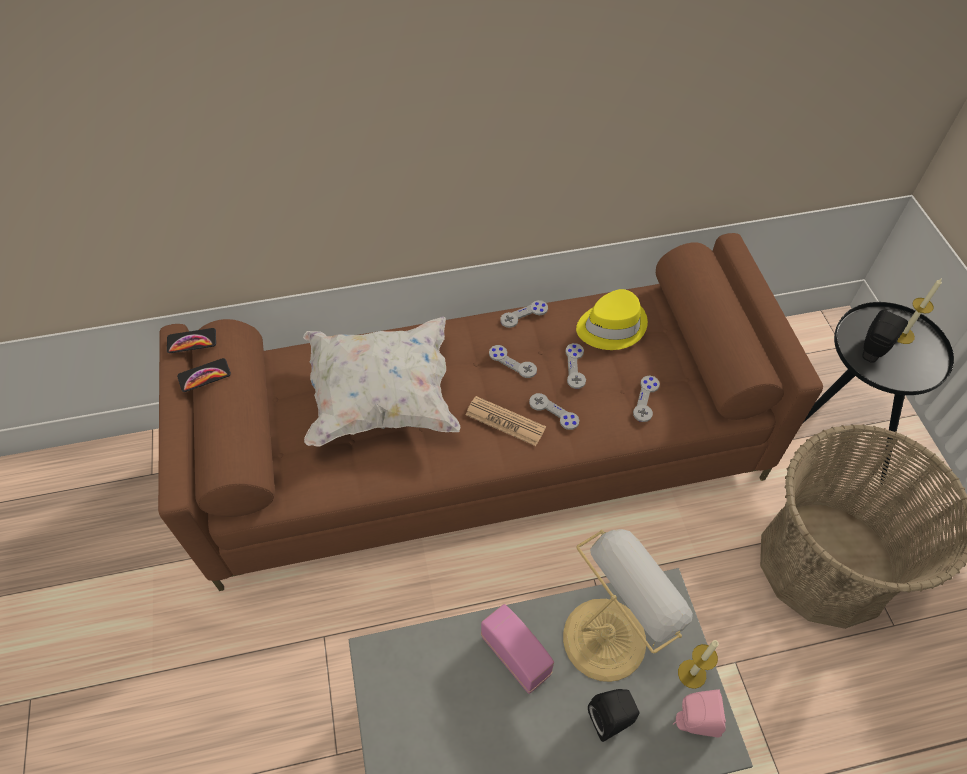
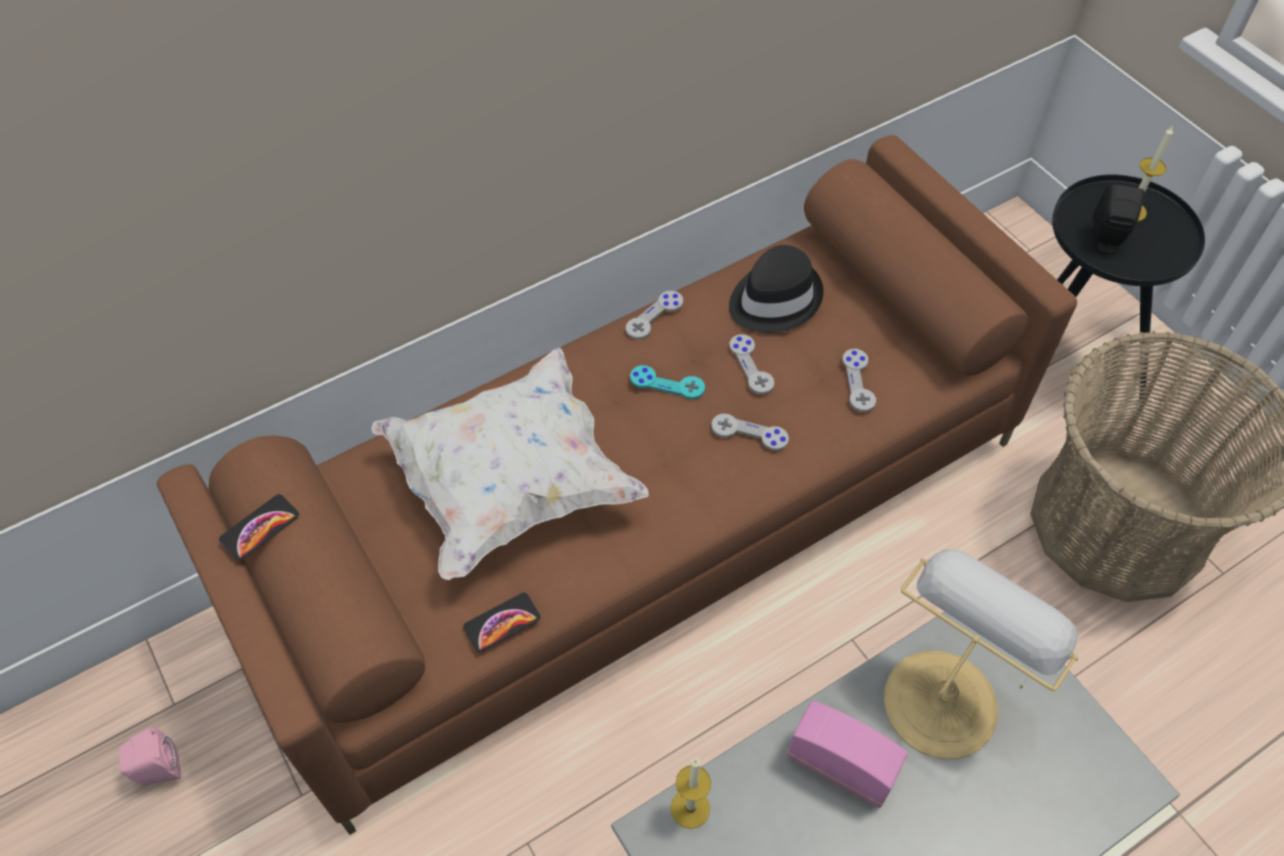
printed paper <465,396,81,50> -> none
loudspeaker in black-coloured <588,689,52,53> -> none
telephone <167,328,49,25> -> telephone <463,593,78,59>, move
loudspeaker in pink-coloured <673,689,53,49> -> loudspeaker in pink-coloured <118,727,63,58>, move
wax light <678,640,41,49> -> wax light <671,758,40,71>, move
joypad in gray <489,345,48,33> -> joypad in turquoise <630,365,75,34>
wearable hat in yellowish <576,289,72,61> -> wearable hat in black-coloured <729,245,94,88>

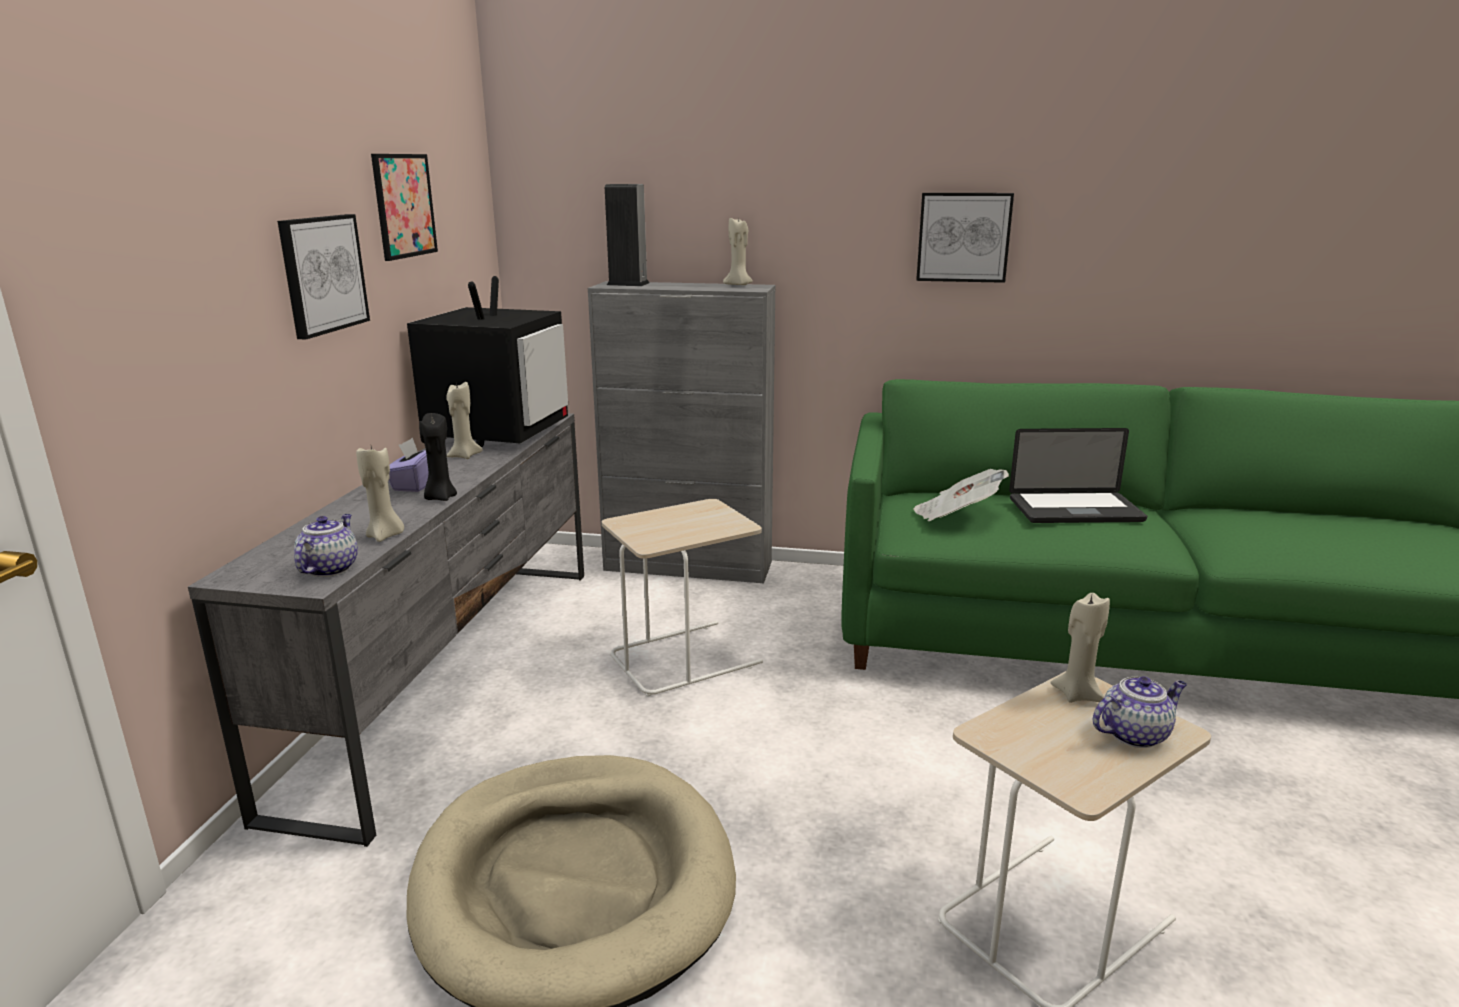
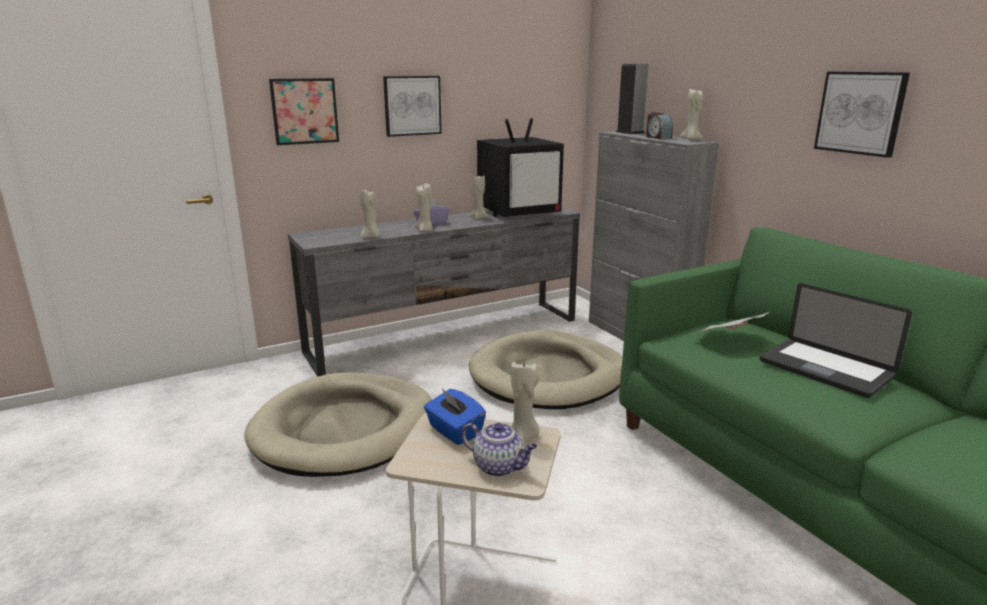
tea pot <294,514,64,63> -> none
none -> box of tissues in blue-coloured <424,389,62,56>
none -> alarm clock <646,112,27,27>
wall picture <371,154,67,107> -> wall picture <269,78,70,67>, move
accent table in beige <602,499,161,197> -> dog bed in beige <469,330,154,79>
wax light in black-coloured <419,413,38,88> -> wax light in beige <415,183,18,48>

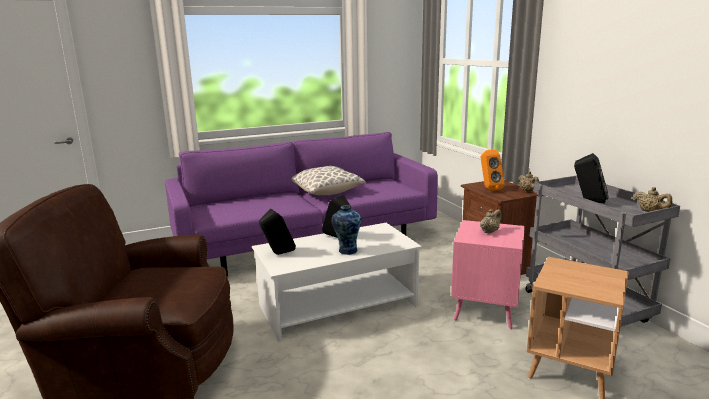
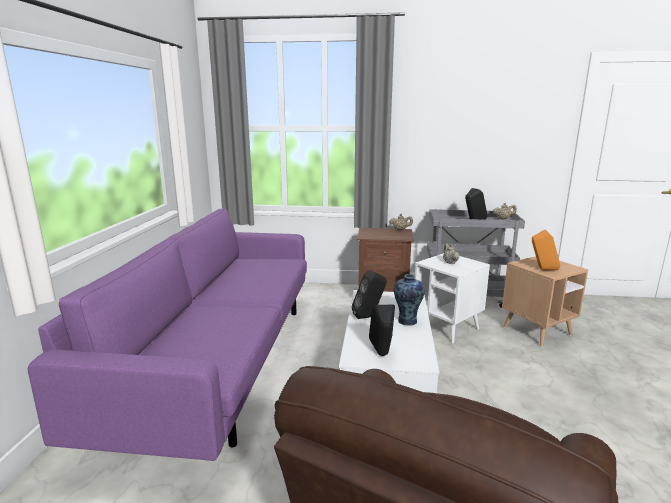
cushion <291,166,75,29> -> none
loudspeaker in orangey <481,150,24,41> -> loudspeaker in orangey <532,230,28,40>, move
accent table in pink-coloured <451,220,74,110> -> accent table in white-coloured <414,253,76,90>

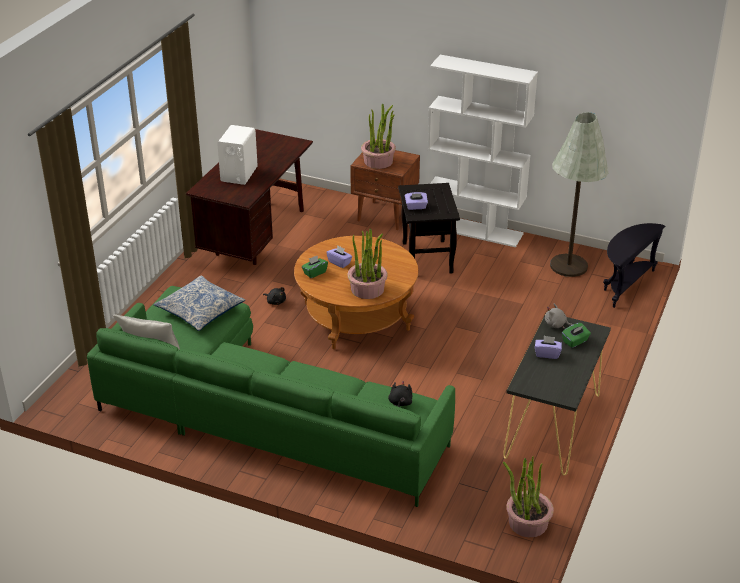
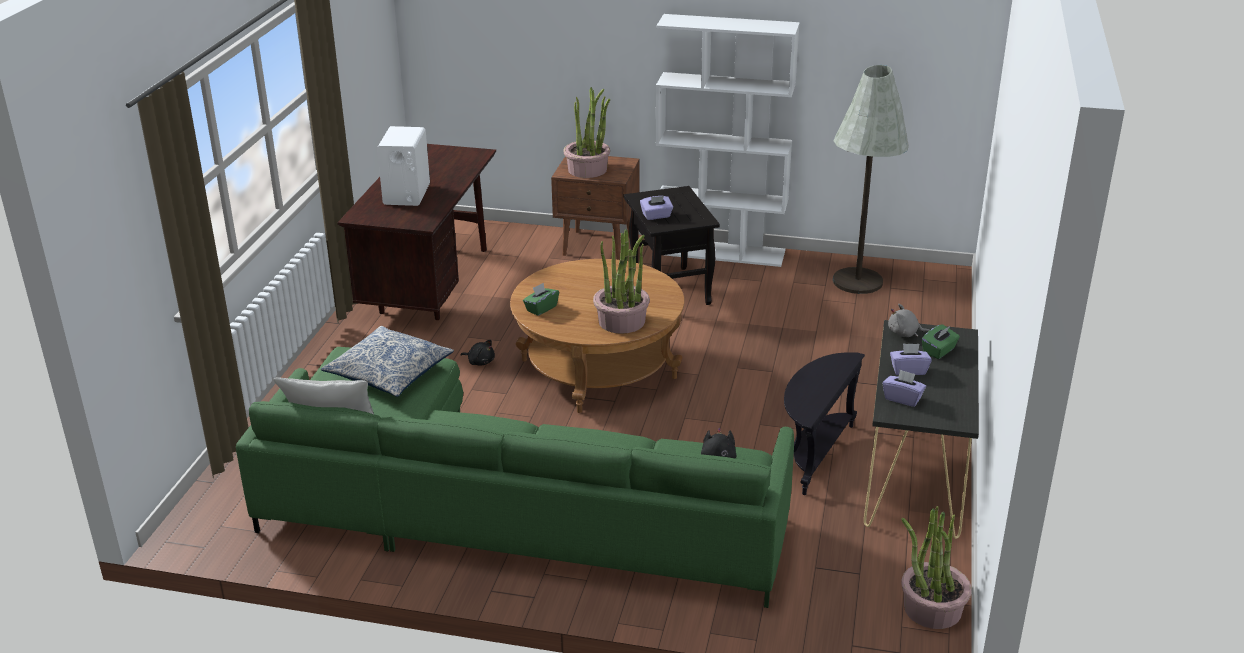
box of tissues in purplish <326,245,26,23> -> box of tissues in purplish <883,370,43,37>, move
accent table in black-coloured <603,223,62,85> -> accent table in black-coloured <784,352,81,143>, move

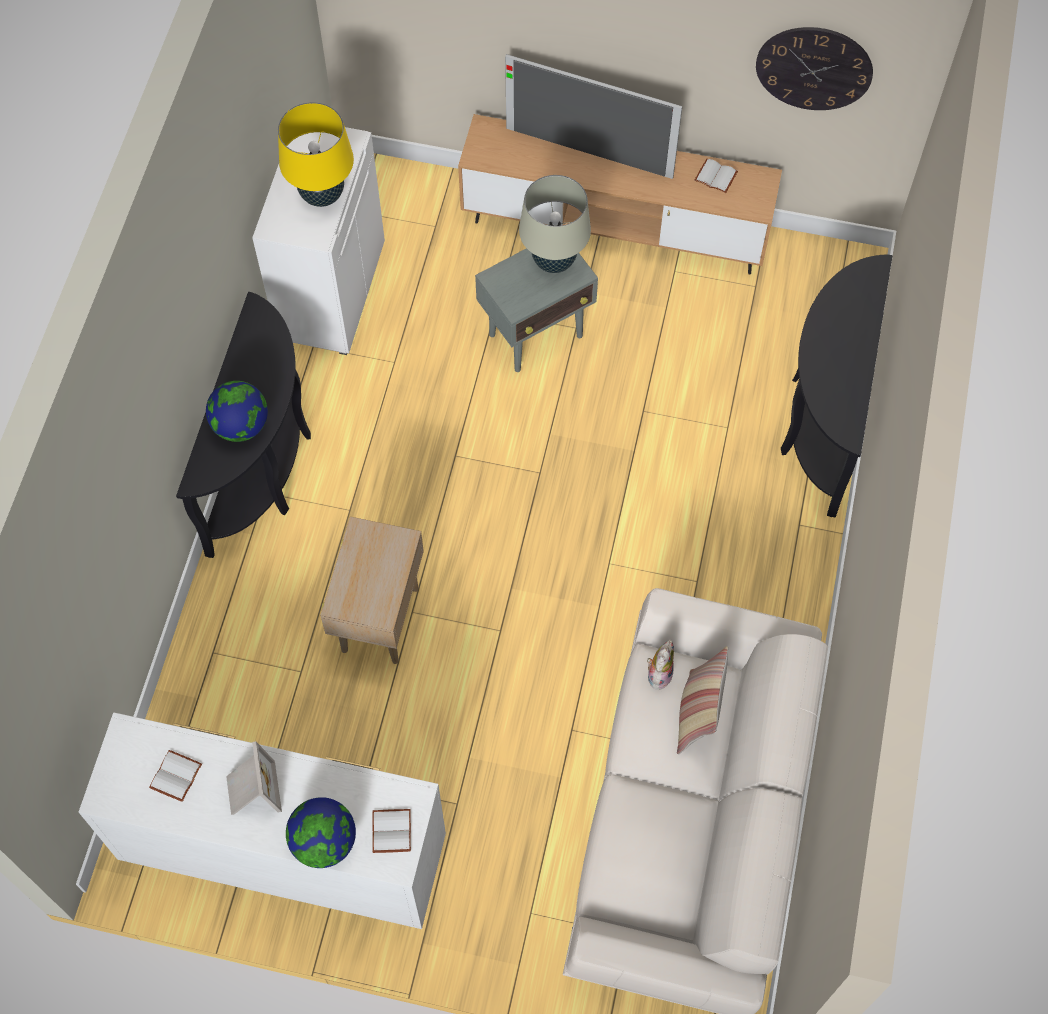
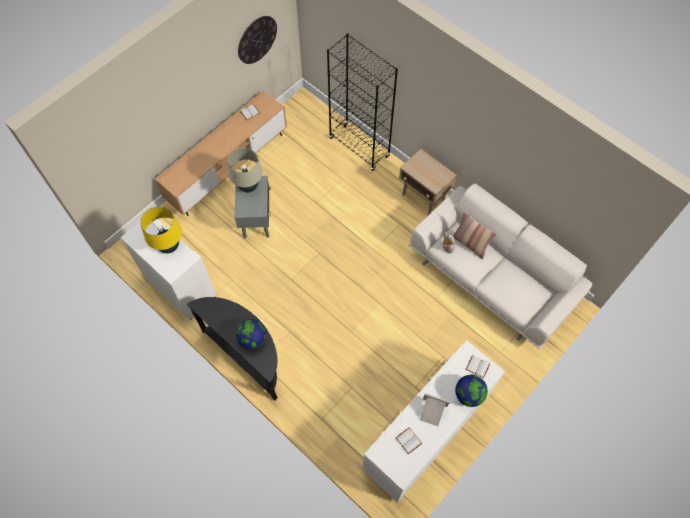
TV <505,54,177,125> -> none
accent table in beige <320,517,104,147> -> accent table in beige <399,148,57,67>, move
hall table in black-coloured <781,254,111,264> -> bookcase in black-coloured <327,33,71,138>

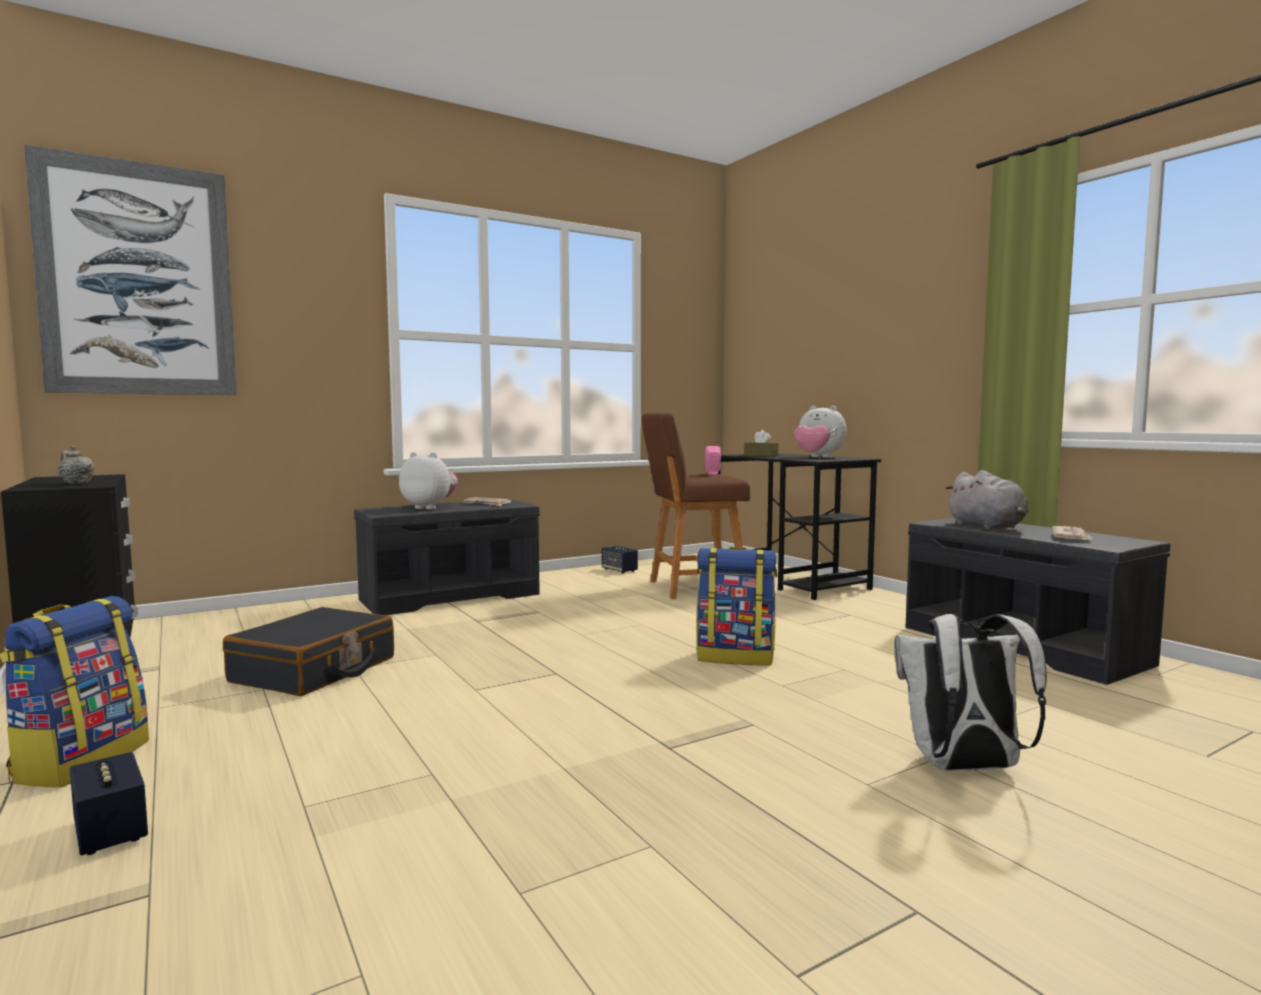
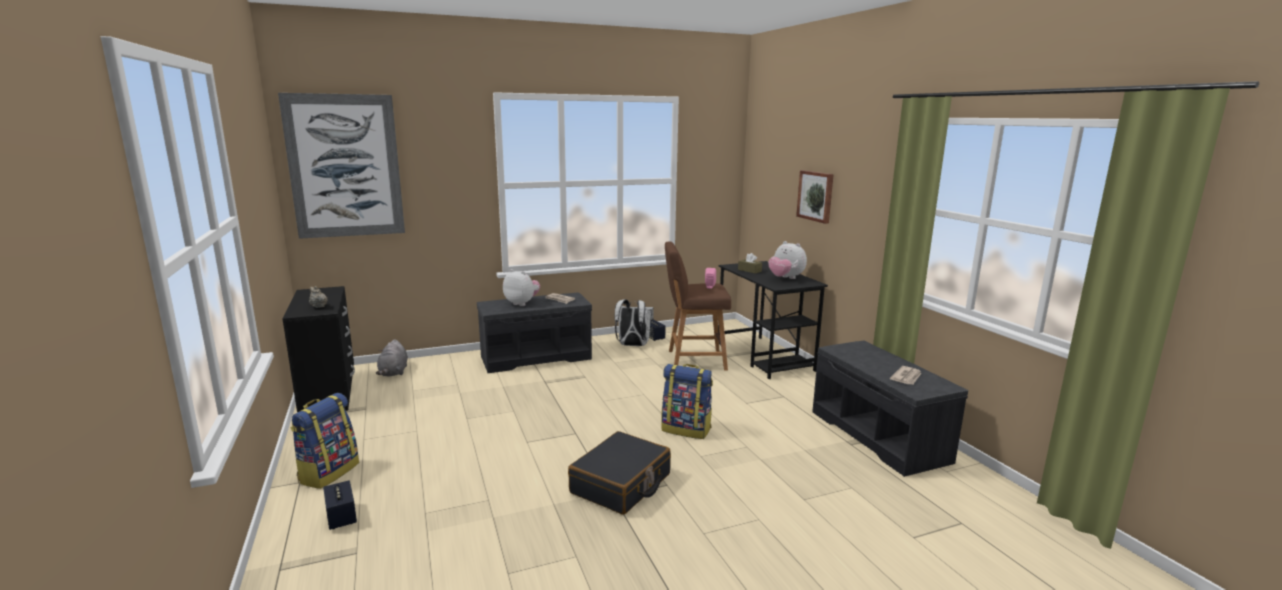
none -> wall picture <796,170,38,54>
suitcase in black-coloured <223,607,171,89> -> suitcase in black-coloured <568,431,103,84>, move
rucksack in white-coloured <894,614,153,157> -> rucksack in white-coloured <614,299,40,47>, move
plush toy in gray <945,470,84,60> -> plush toy in gray <376,339,32,37>, move

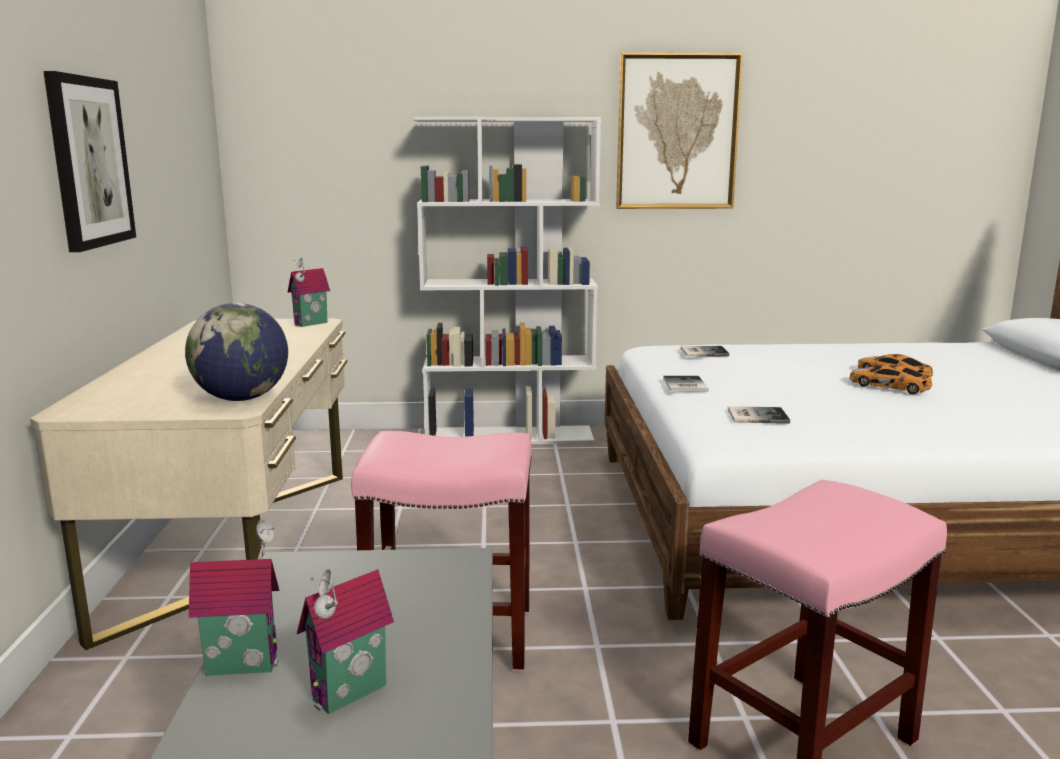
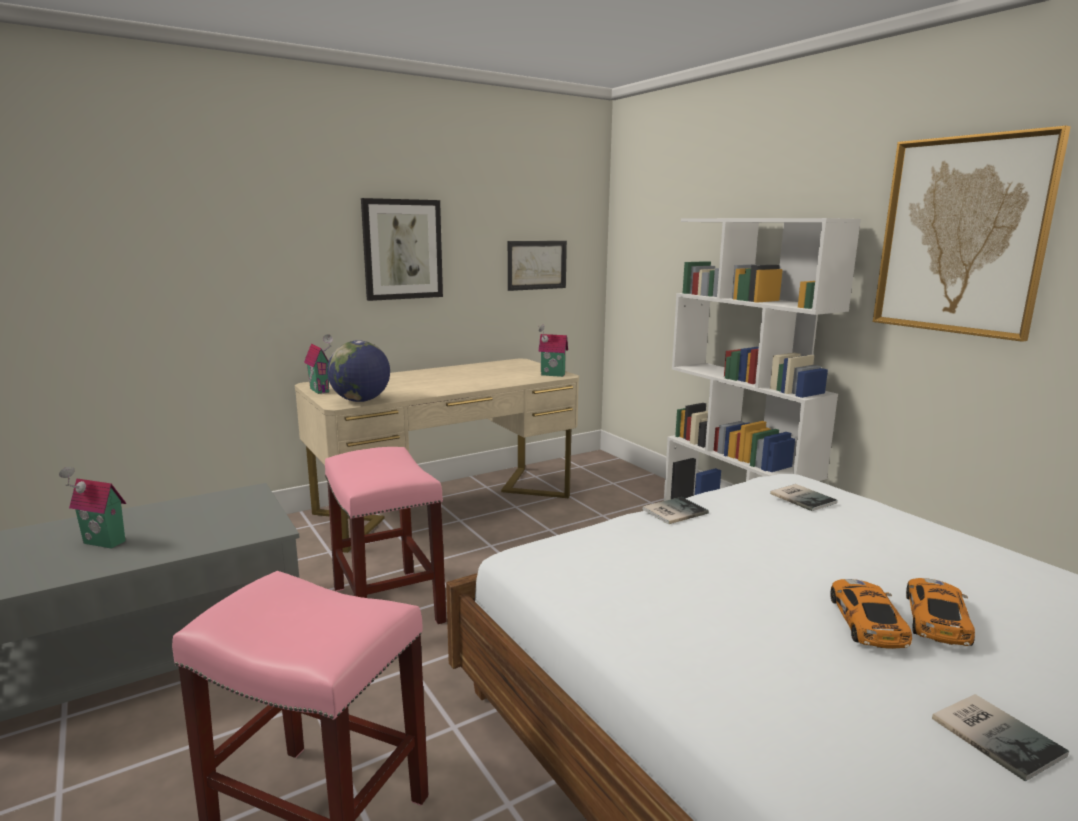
none -> wall picture <508,241,59,50>
toy house <189,520,90,156> -> toy house <304,334,29,60>, move
book <728,406,62,18> -> book <932,694,137,88>, move

